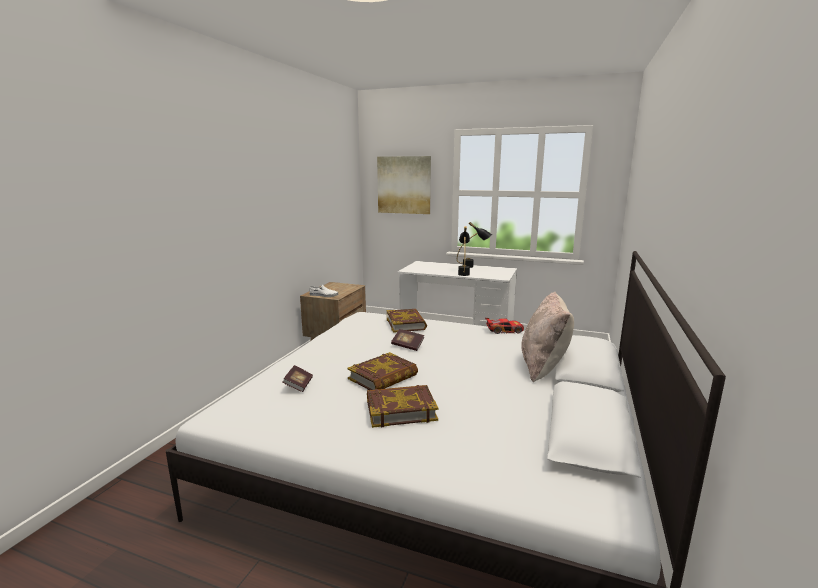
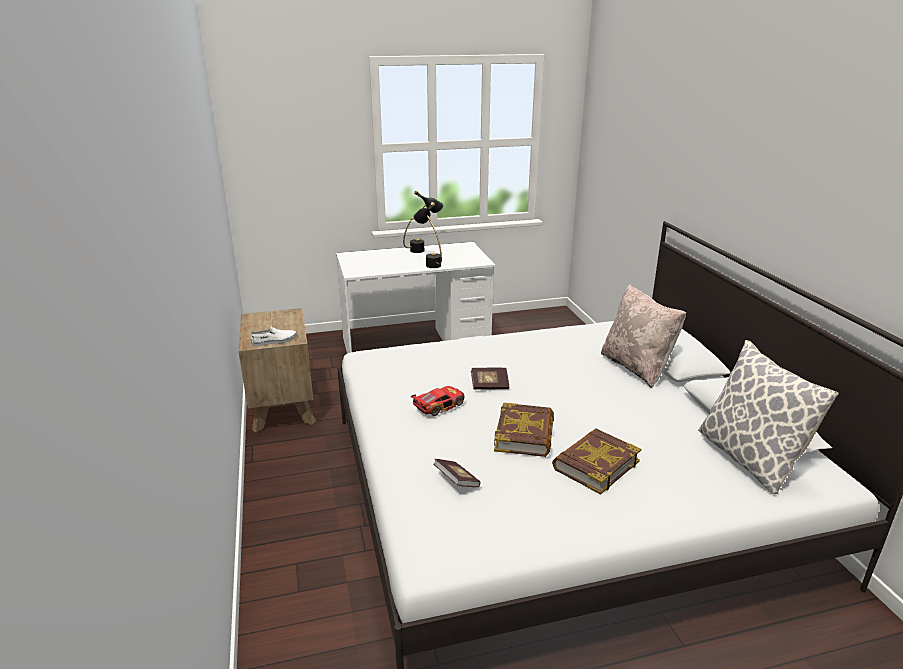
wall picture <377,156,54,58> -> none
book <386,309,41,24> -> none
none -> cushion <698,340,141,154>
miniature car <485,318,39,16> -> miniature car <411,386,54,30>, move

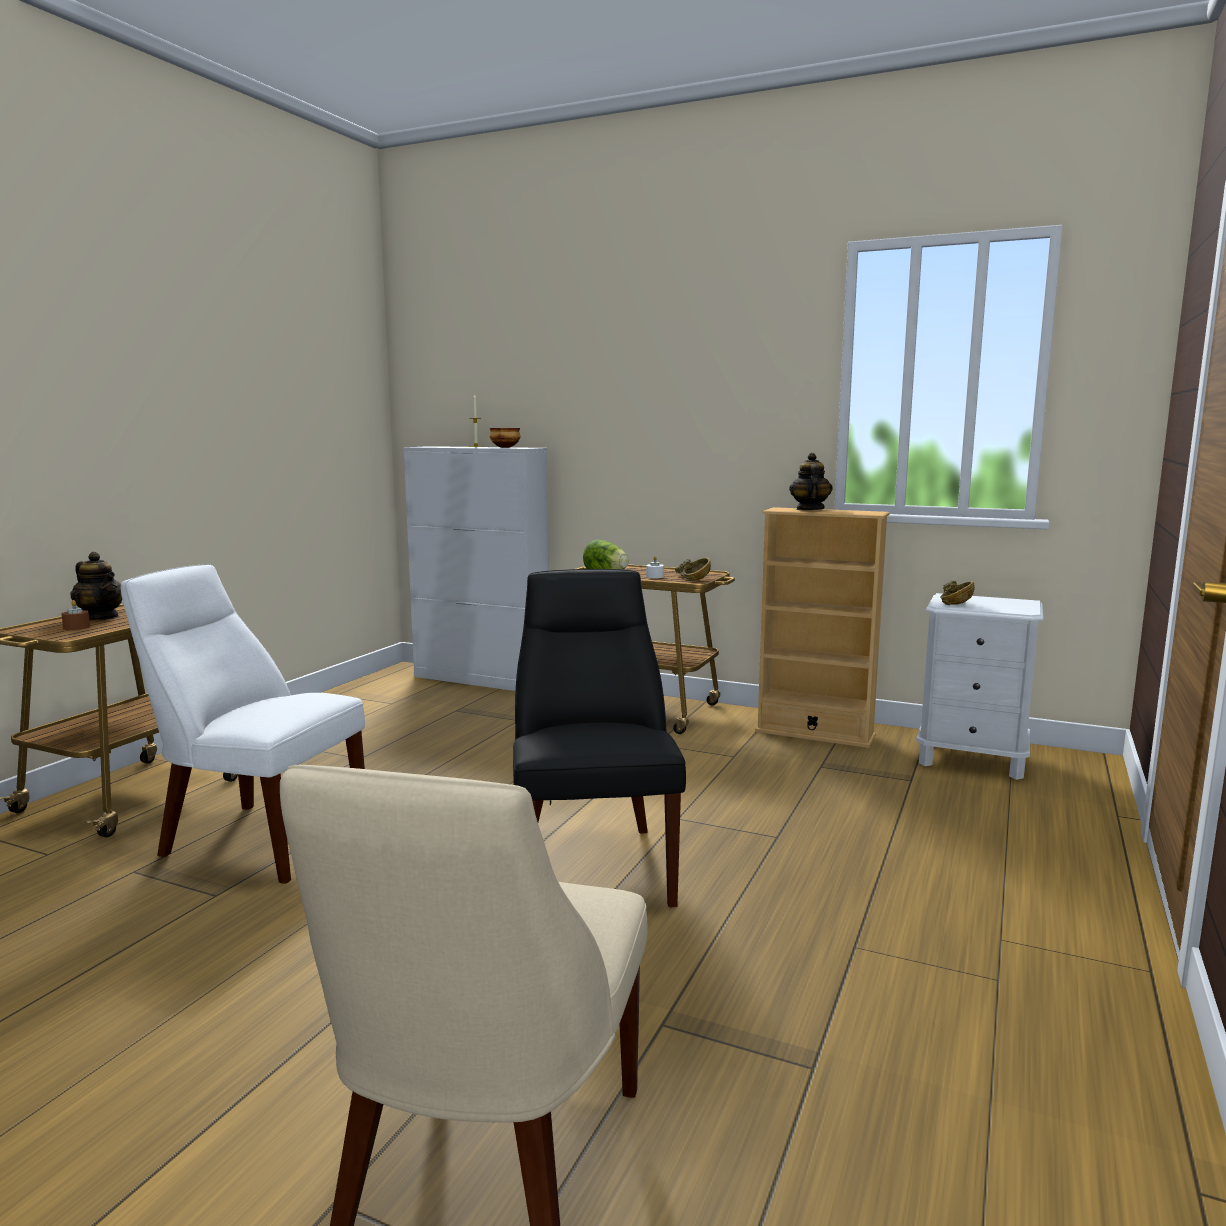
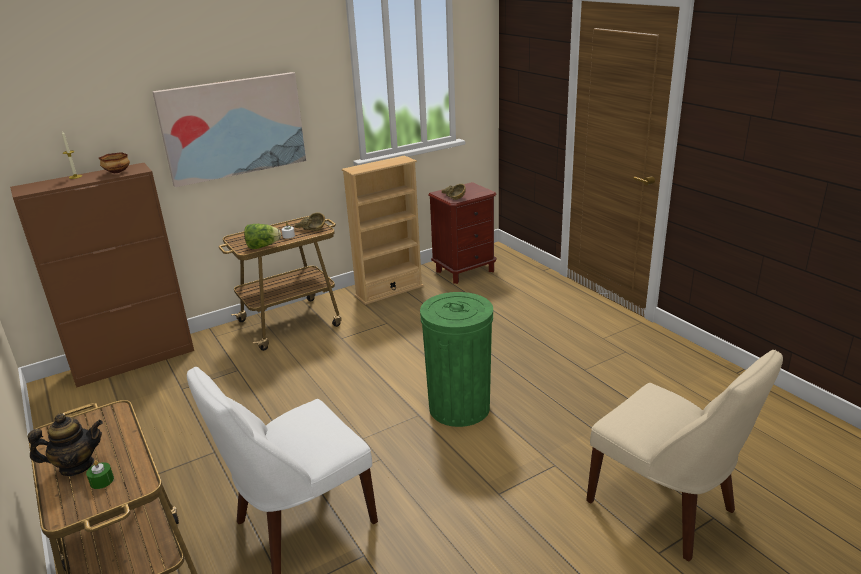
tea pot <789,453,44,57> -> none
none -> wall picture <152,72,154,115>
chair in black-coloured <513,569,173,338> -> trash can in green <420,292,73,135>
wax light in brown <62,600,28,30> -> wax light in green <86,460,28,29>
storage cabinet in white-coloured <403,446,146,245> -> storage cabinet in brown <10,163,184,225>
nightstand in white-coloured <916,593,127,187> -> nightstand in brown <428,182,68,102>

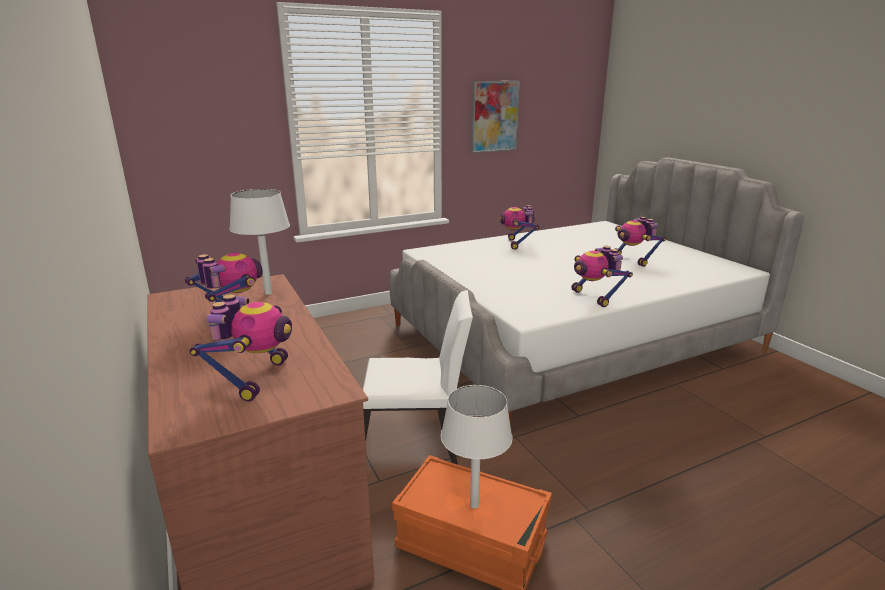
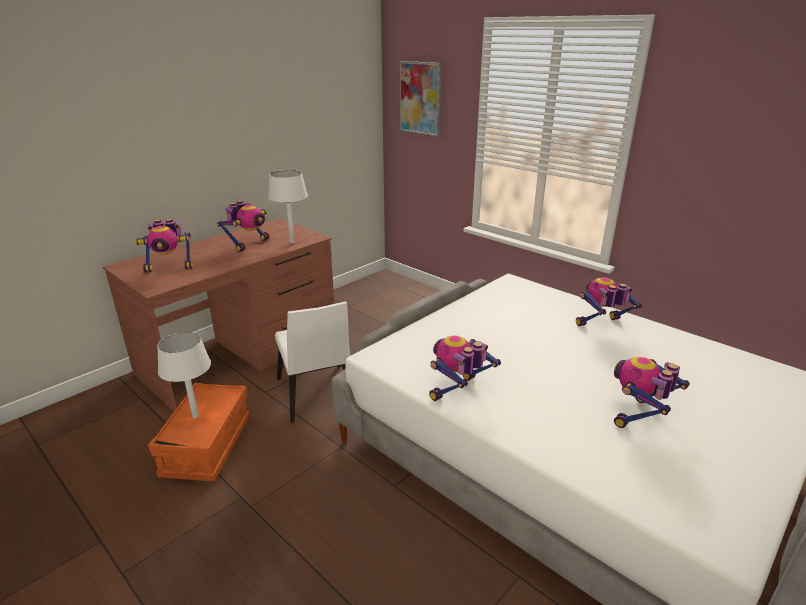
wall picture <471,81,49,72> -> wall picture <400,61,42,76>, move

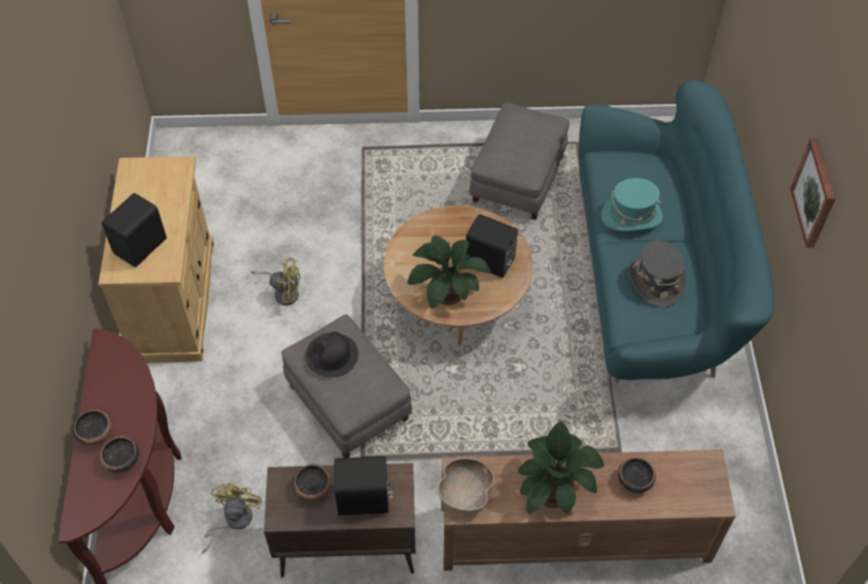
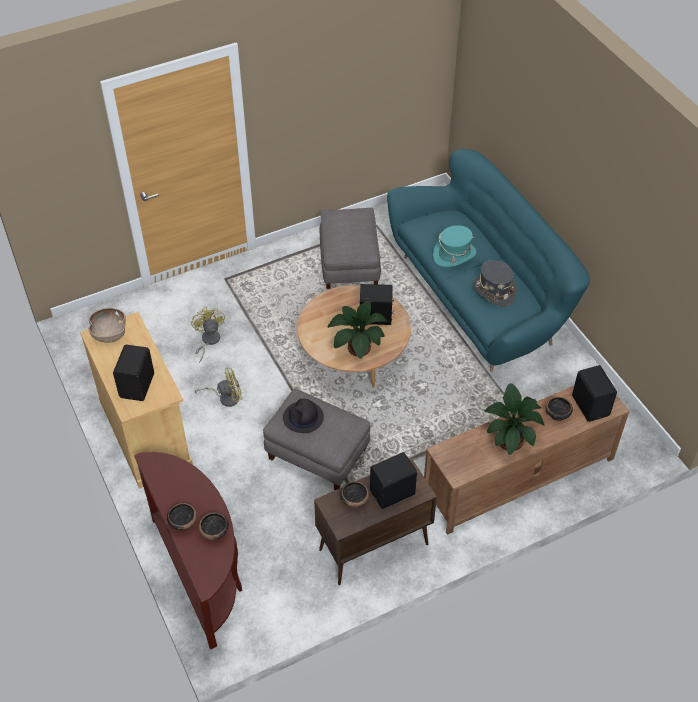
wall picture <791,138,45,110> -> none
none -> loudspeaker in black-coloured <572,365,45,57>
fan in yellowish <202,482,60,72> -> fan in yellowish <191,307,34,56>, move
bowl in brown <438,458,57,57> -> bowl in brown <89,308,37,35>, move

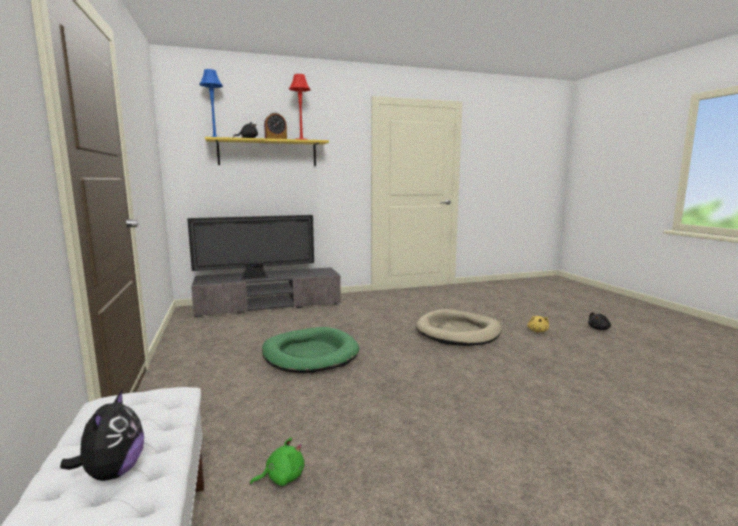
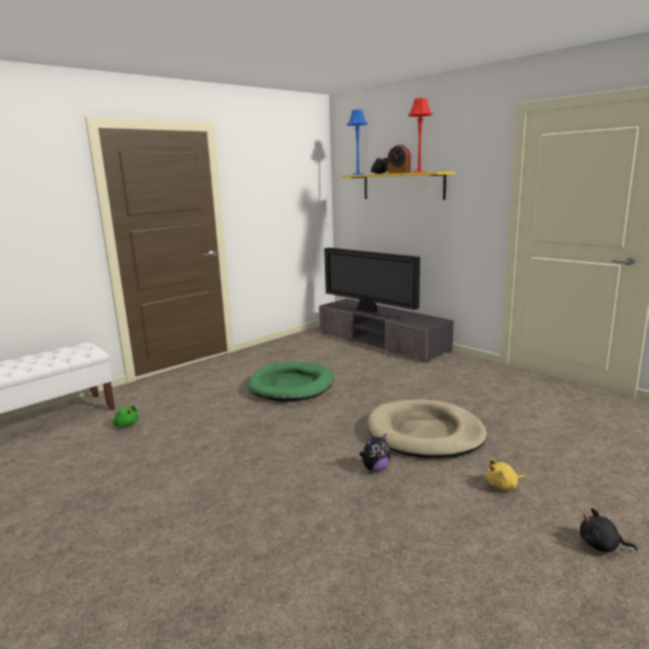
plush toy <60,390,84,91> -> plush toy <359,434,32,38>, move

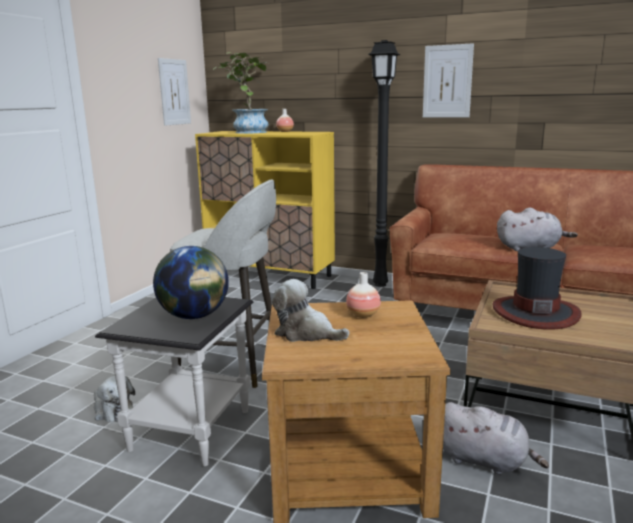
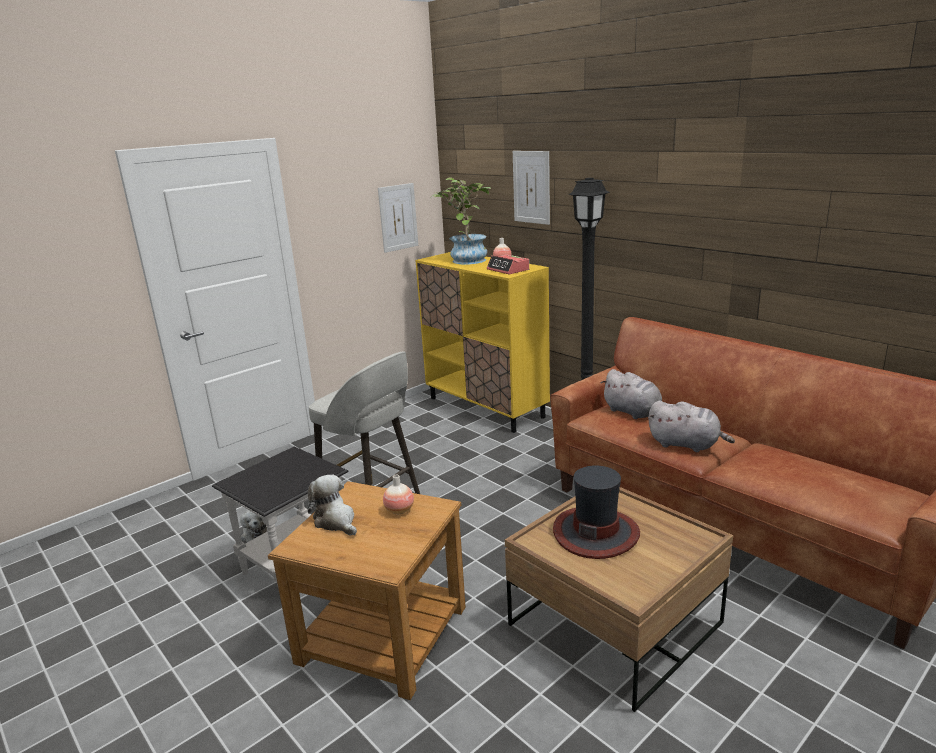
desk globe <153,246,76,73> -> none
none -> alarm clock <487,255,42,19>
wall picture <423,43,51,75> -> wall picture <513,151,37,74>, move
plush toy in gray <443,402,106,73> -> plush toy in gray <601,369,61,50>, move

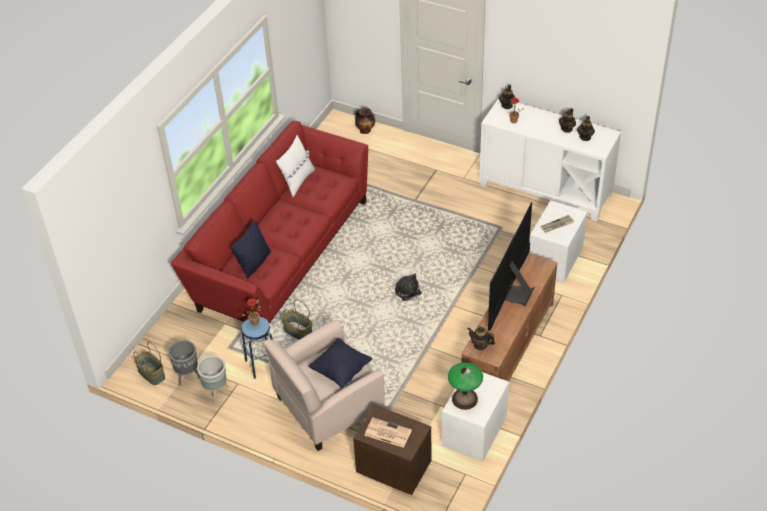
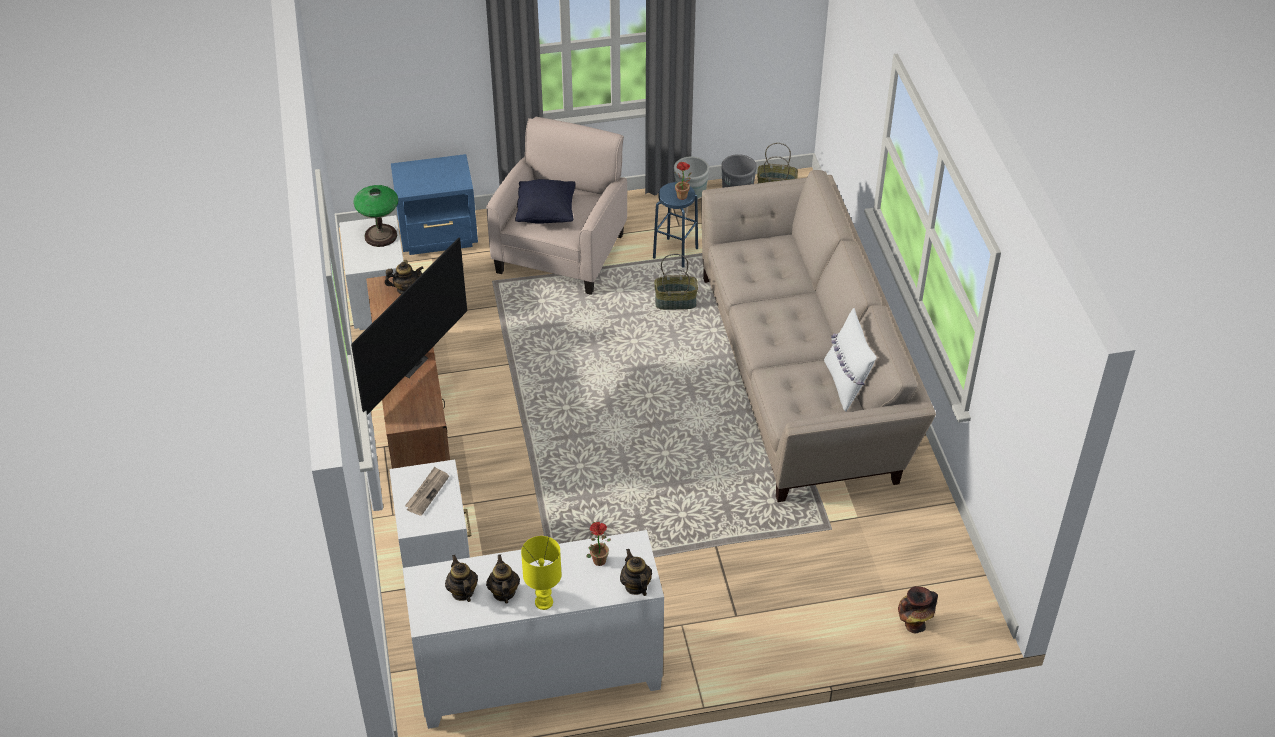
cushion in black-coloured <231,221,40,58> -> none
printed paper <364,418,48,30> -> none
plush toy <395,273,27,30> -> none
none -> lamp for a table in yellowish <521,536,41,74>
sofa in reddish <171,121,197,215> -> sofa in beige <702,170,234,332>
nightstand in brown <353,404,79,91> -> nightstand in blue-coloured <391,154,87,101>
TV <488,202,47,129> -> TV <351,238,116,177>, 45 degrees clockwise

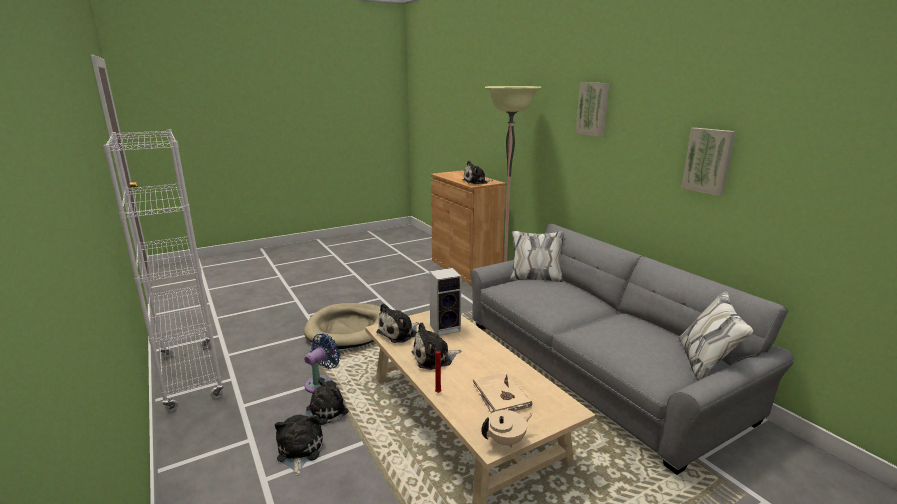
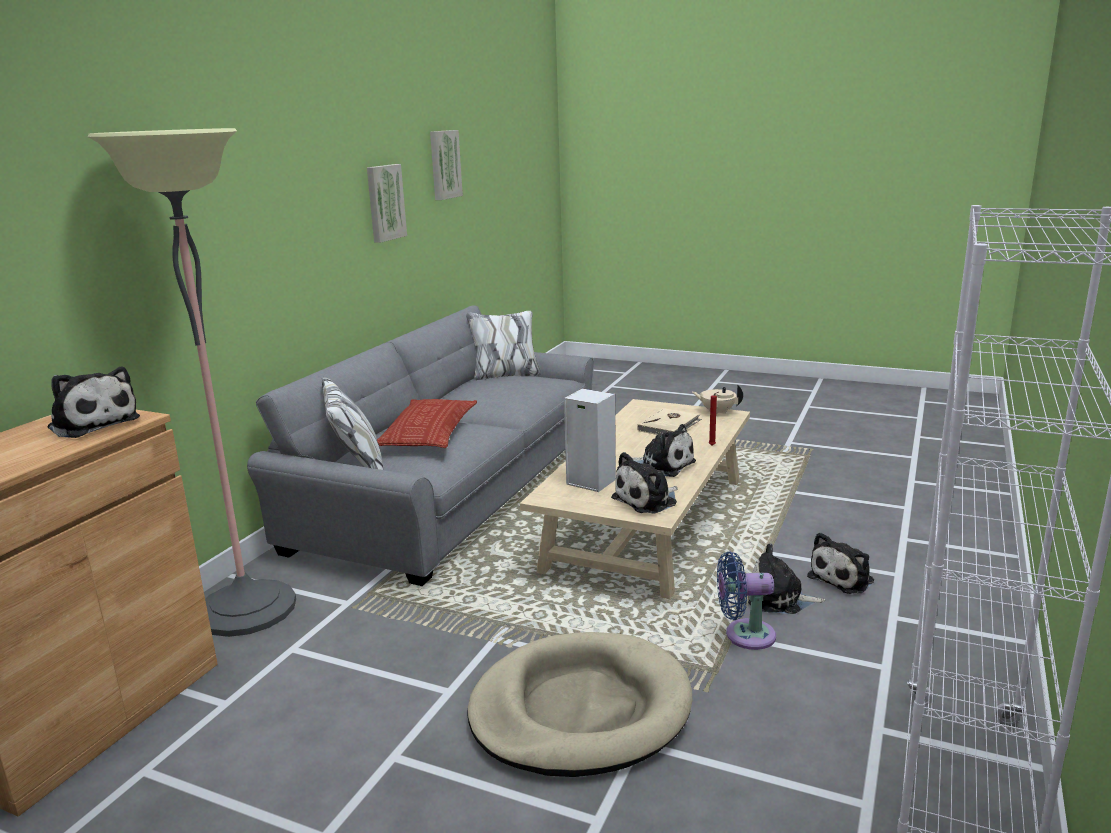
none -> cushion <377,399,100,49>
wall picture <576,83,33,54> -> wall picture <430,130,33,70>, move
plush toy <376,303,43,40> -> plush toy <611,452,67,62>, 135 degrees clockwise

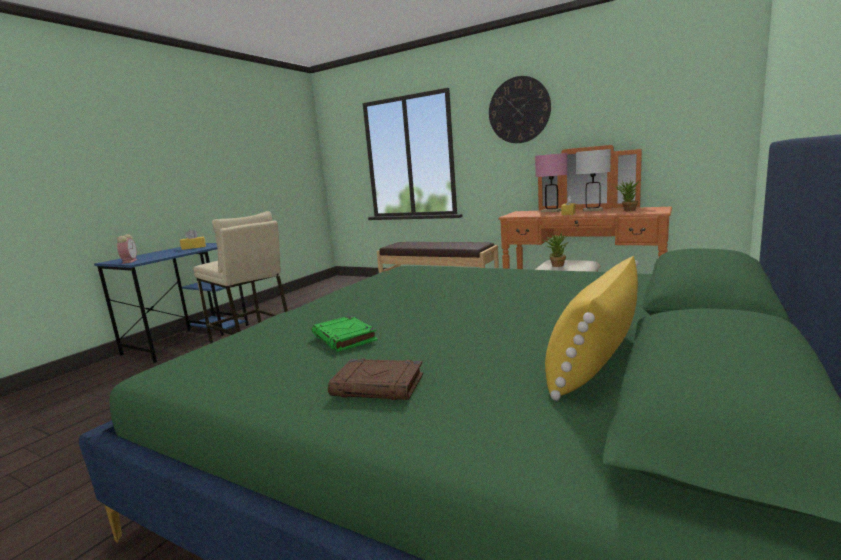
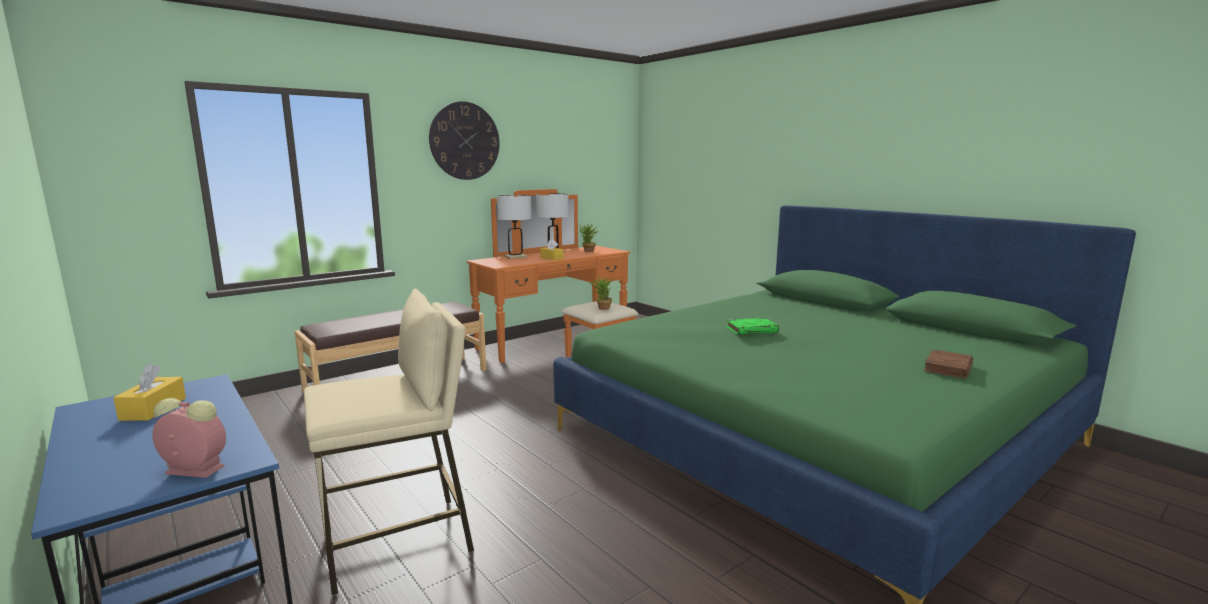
cushion in yellowish <545,256,93,145> -> none
book in green <312,315,66,37> -> book in green <726,318,53,17>, move
lamp for a table in pink-coloured <535,153,32,59> -> lamp for a table in white-coloured <497,195,35,64>

